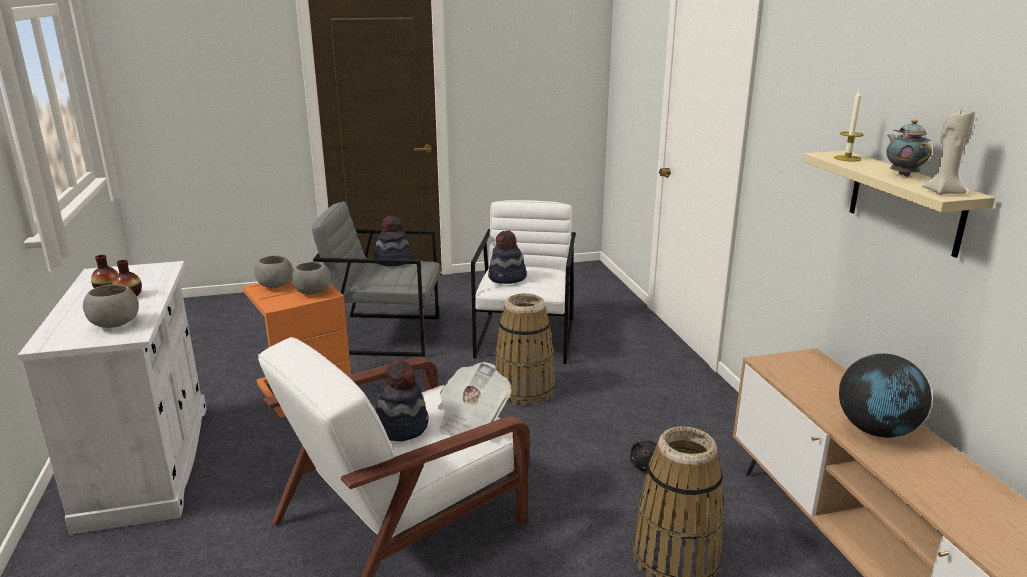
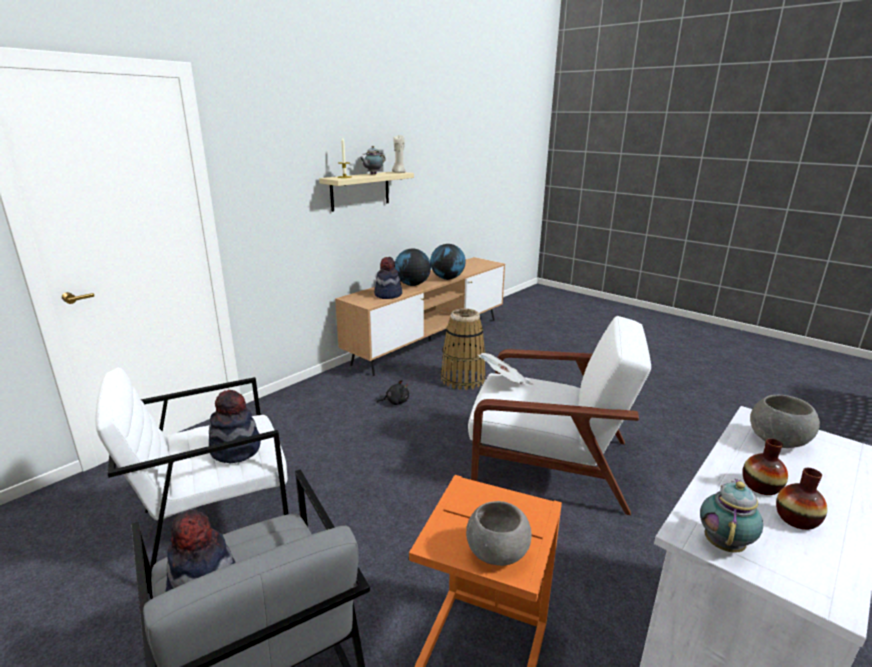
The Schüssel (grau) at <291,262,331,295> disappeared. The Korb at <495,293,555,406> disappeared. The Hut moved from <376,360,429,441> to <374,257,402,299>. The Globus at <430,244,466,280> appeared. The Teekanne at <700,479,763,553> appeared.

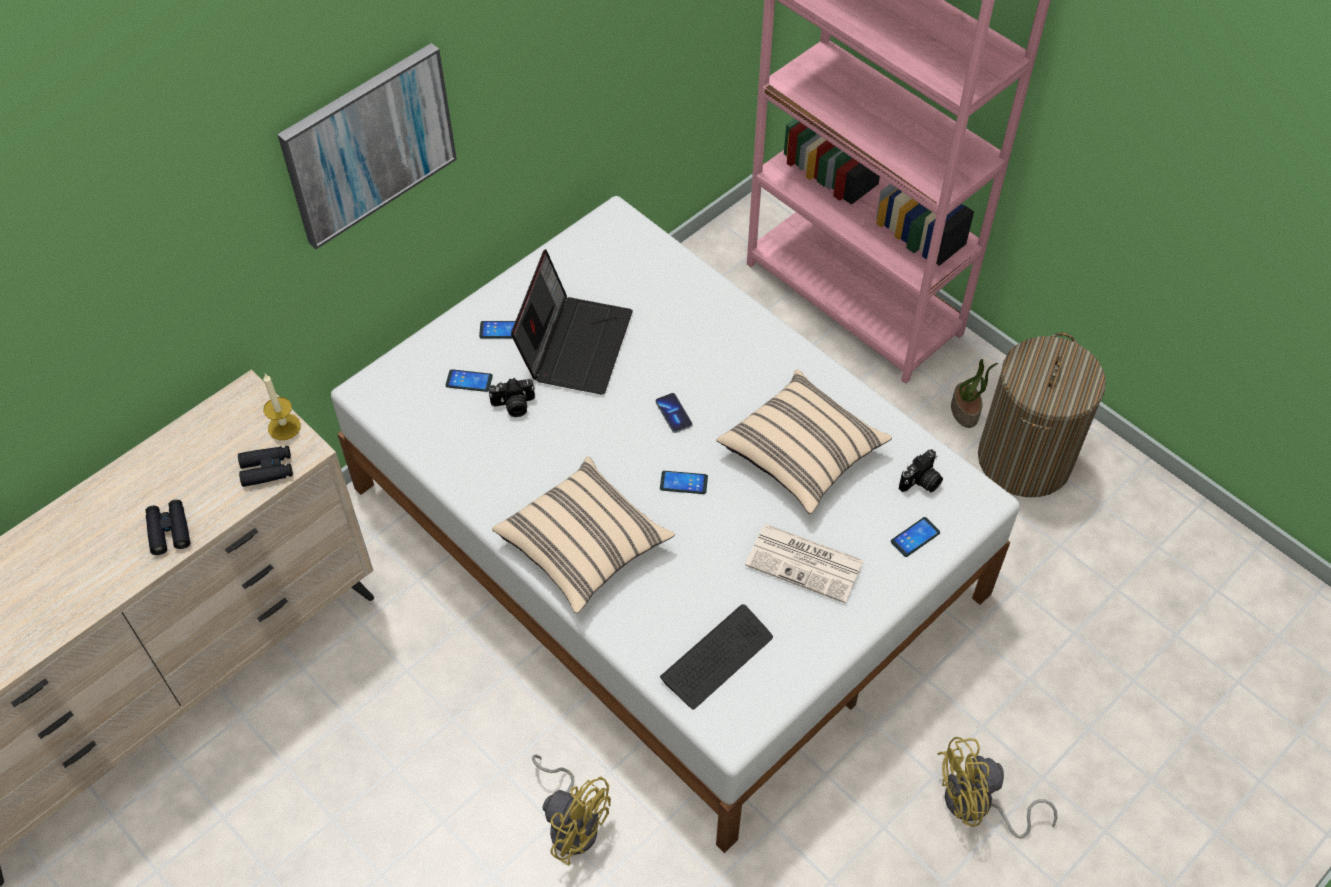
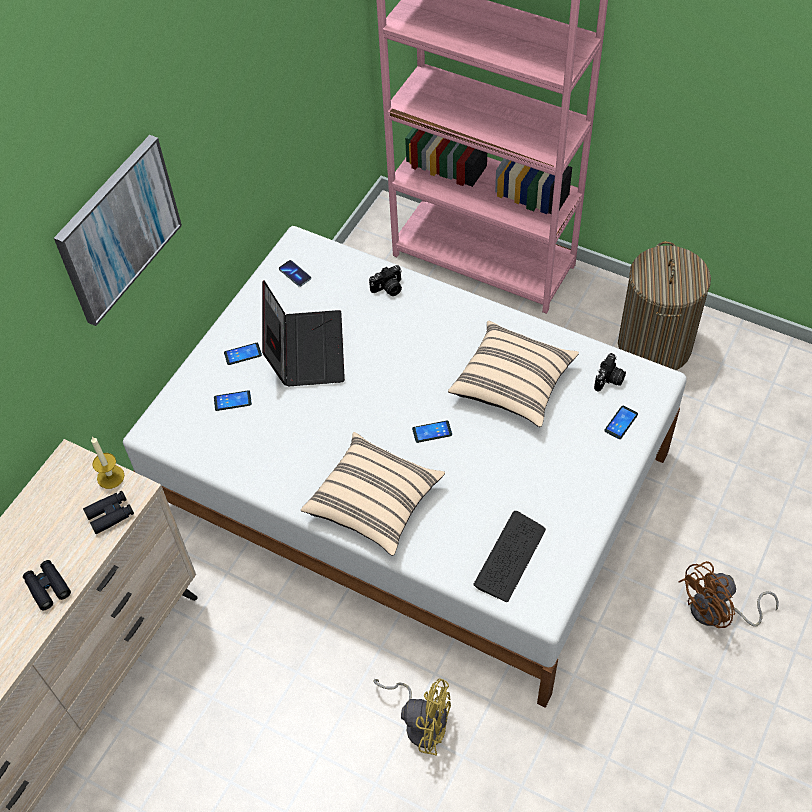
The Topfpflanze at <951,359,998,428> disappeared. The Kamera moved from <489,378,535,417> to <369,265,402,296>. The Handy moved from <656,393,692,433> to <279,260,311,287>. The Zeitung at <745,524,864,603> disappeared. The Ventilator (gelb) at <937,737,1058,839> became the Ventilator (braun) at <679,561,779,628>.

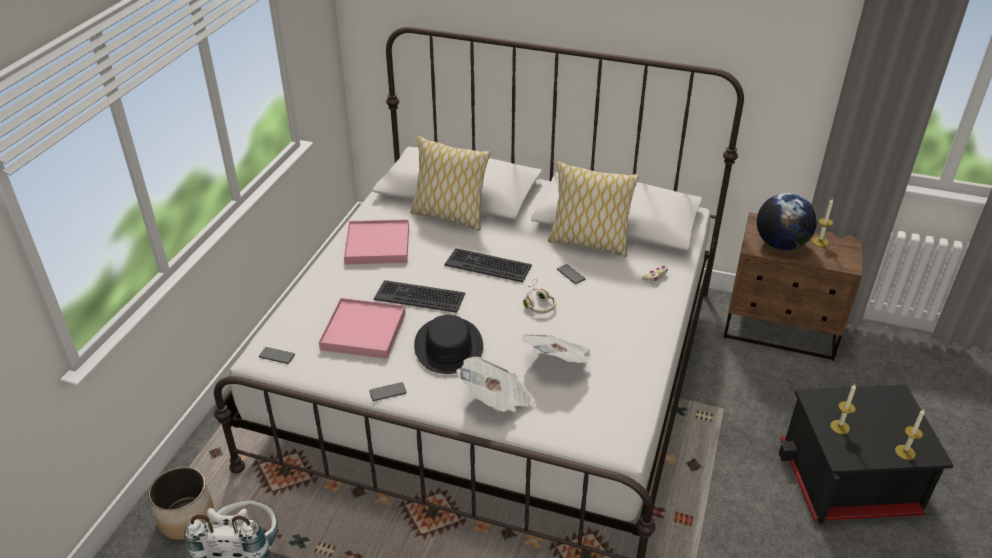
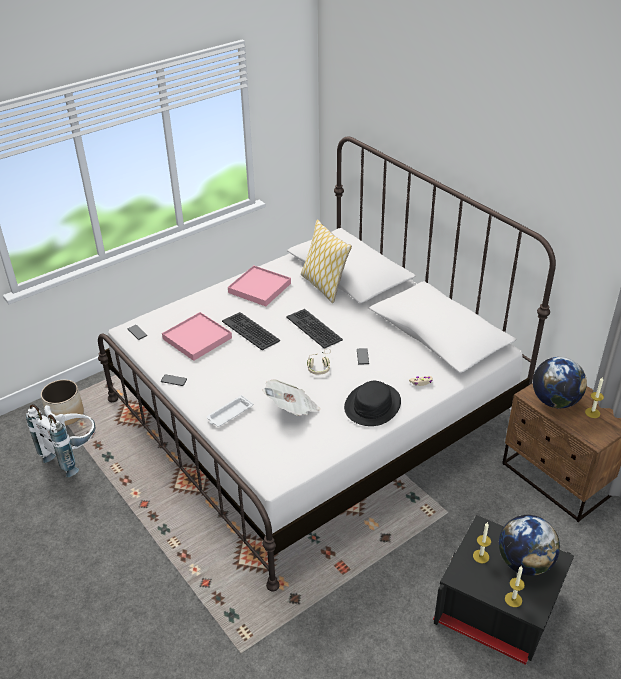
The Kissen at <548,162,639,257> disappeared. The Hut (schwarz) moved from <414,315,483,374> to <344,381,401,426>. The Zeitung at <456,357,535,412> was replaced by the Tablett (weiß) at <207,395,253,427>. The Globus at <499,515,560,576> appeared.

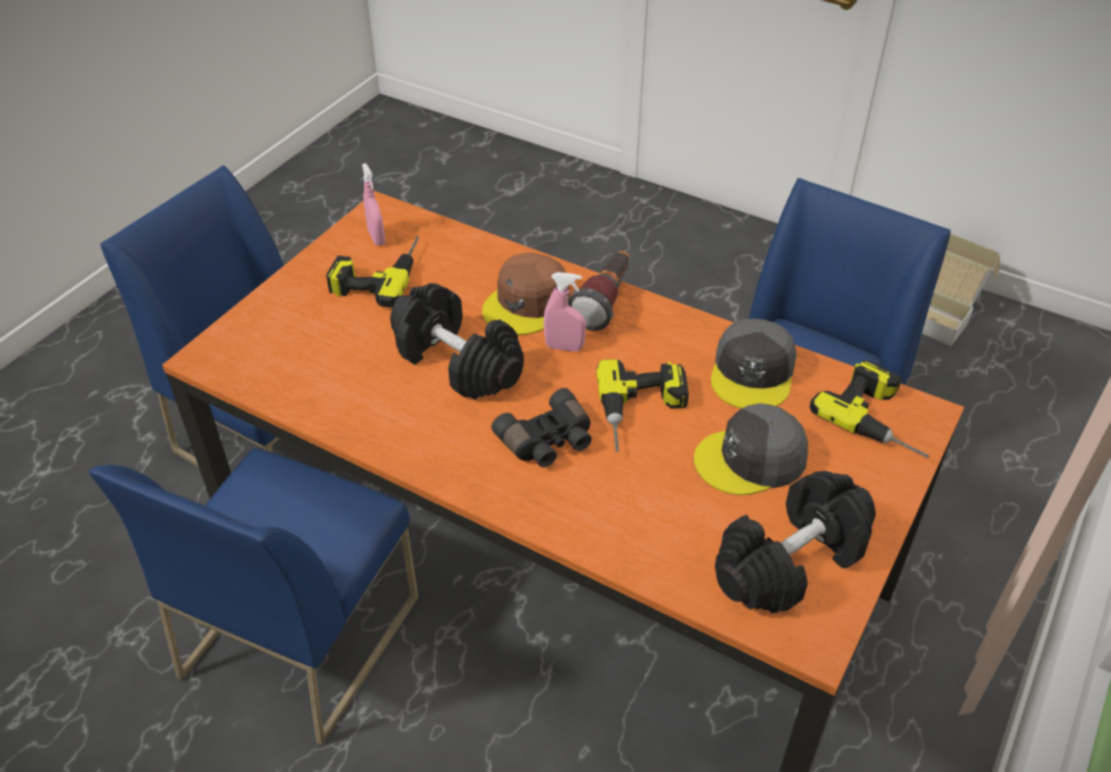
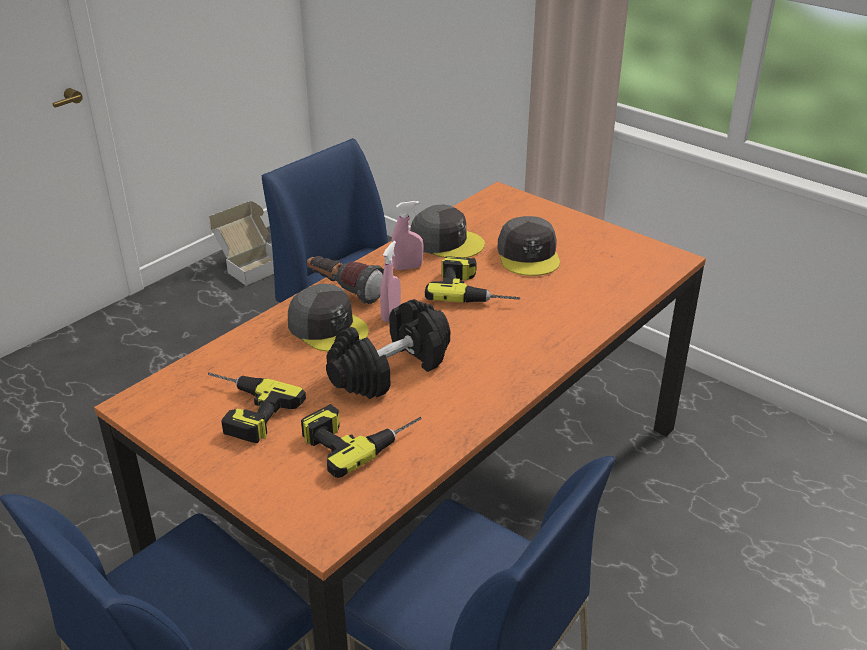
The Sprühflasche (rosa) moved from <362,163,385,246> to <391,201,424,270>. The Kappe (braun) at <482,252,570,335> became the Kappe (grau) at <288,284,369,352>. The Bohrmaschine moved from <810,360,929,458> to <301,404,422,478>. The Fernglas (schwarz) at <491,388,592,467> disappeared. The Hantel (schwarz) at <715,471,876,613> disappeared.

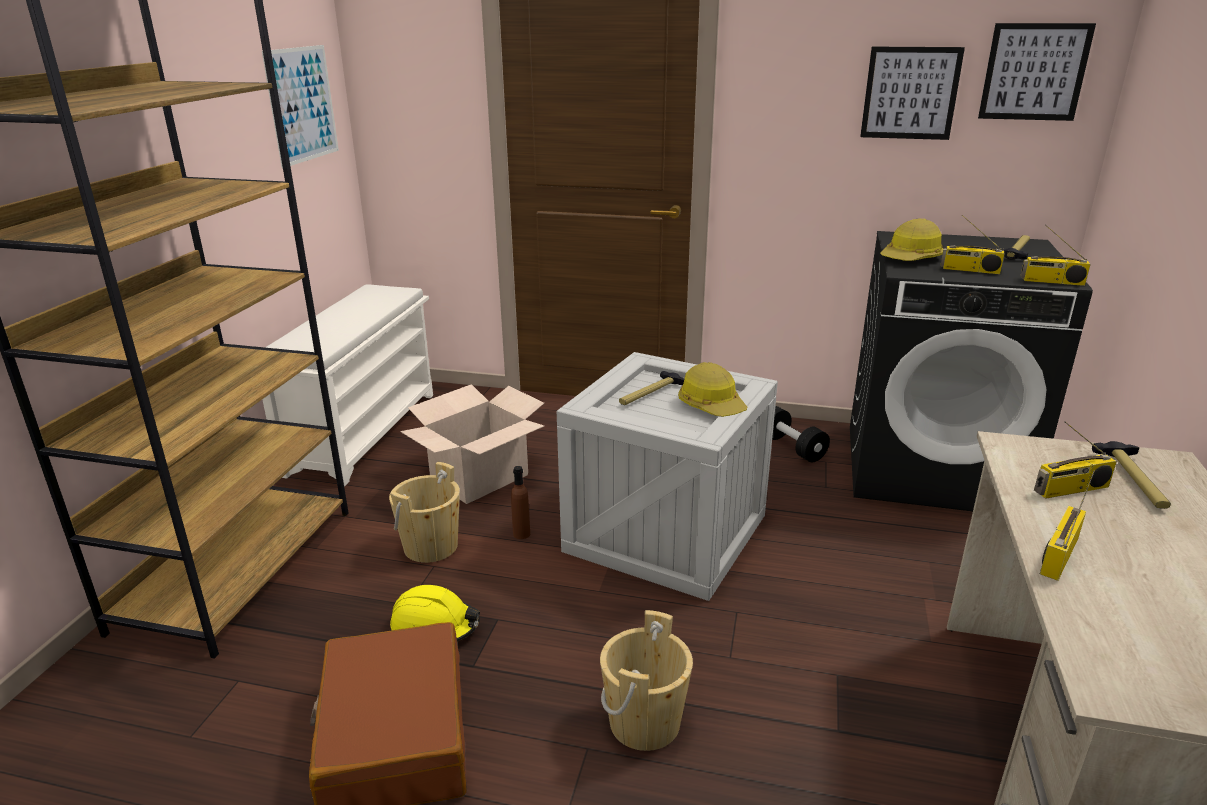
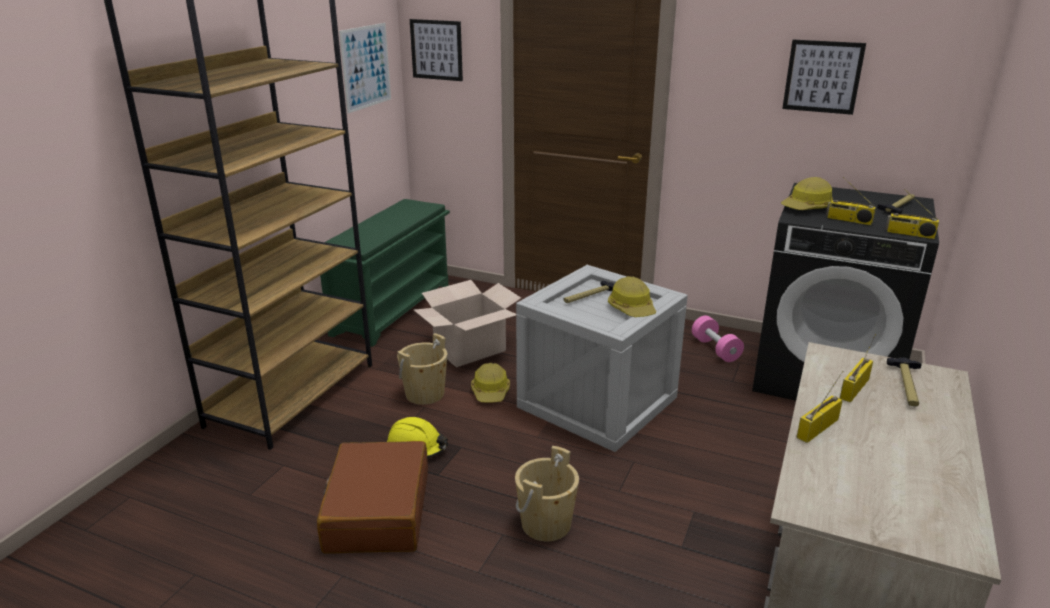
The Bild moved from <978,23,1096,121> to <410,19,463,81>. The Schuhregal (weiß) at <262,285,433,487> became the Schuhregal (grün) at <320,199,450,347>. The Hantel (schwarz) at <772,406,830,462> became the Hantel (rosa) at <692,316,744,362>. The Radio at <1034,421,1117,499> turned 135 degrees clockwise. The Flasche (braun) at <511,466,530,539> was replaced by the Schutzhelm at <471,363,510,403>.

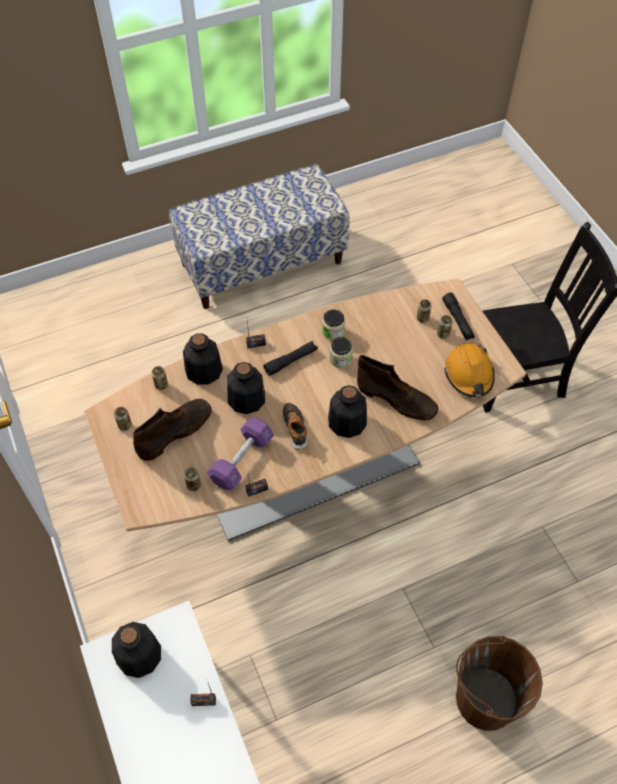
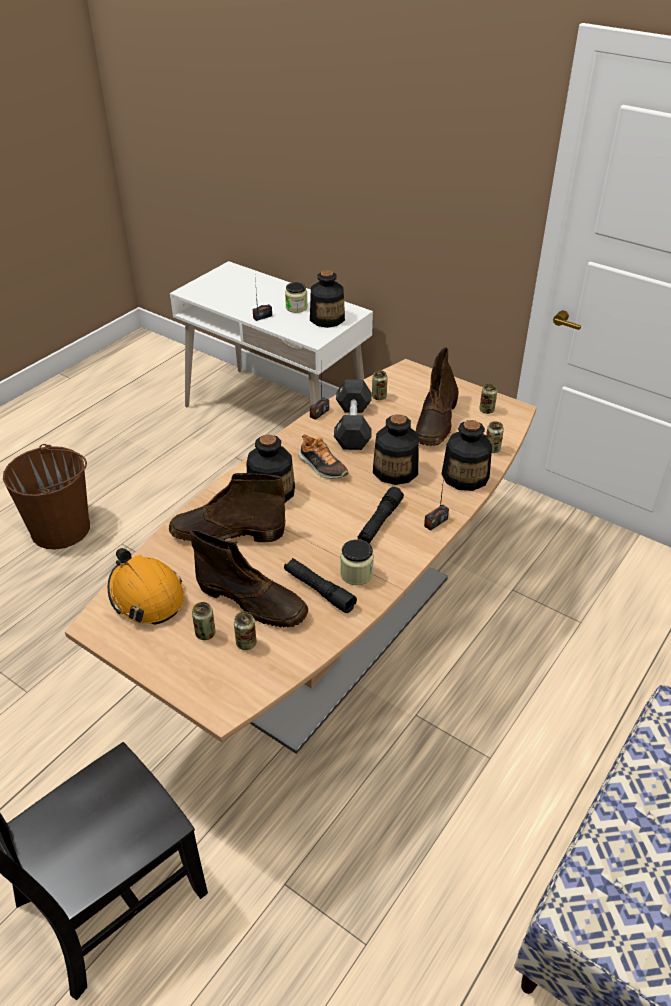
The Taschenlampe (schwarz) moved from <442,293,475,341> to <284,558,357,613>. The Vorratsglas moved from <329,337,353,368> to <285,282,308,313>. The Hantel (lila) at <207,417,274,490> became the Hantel (schwarz) at <334,379,372,450>. The Stiefel (braun) at <190,530,308,628> appeared.

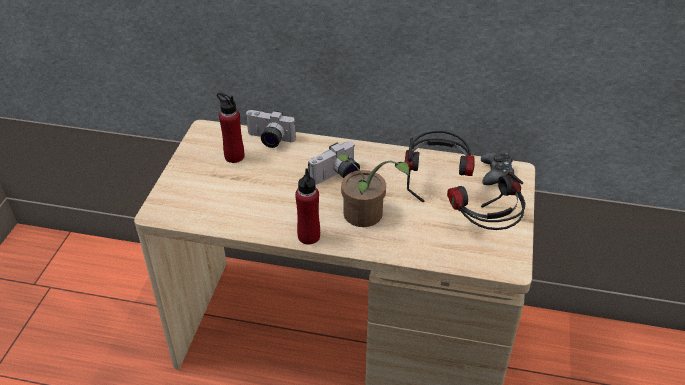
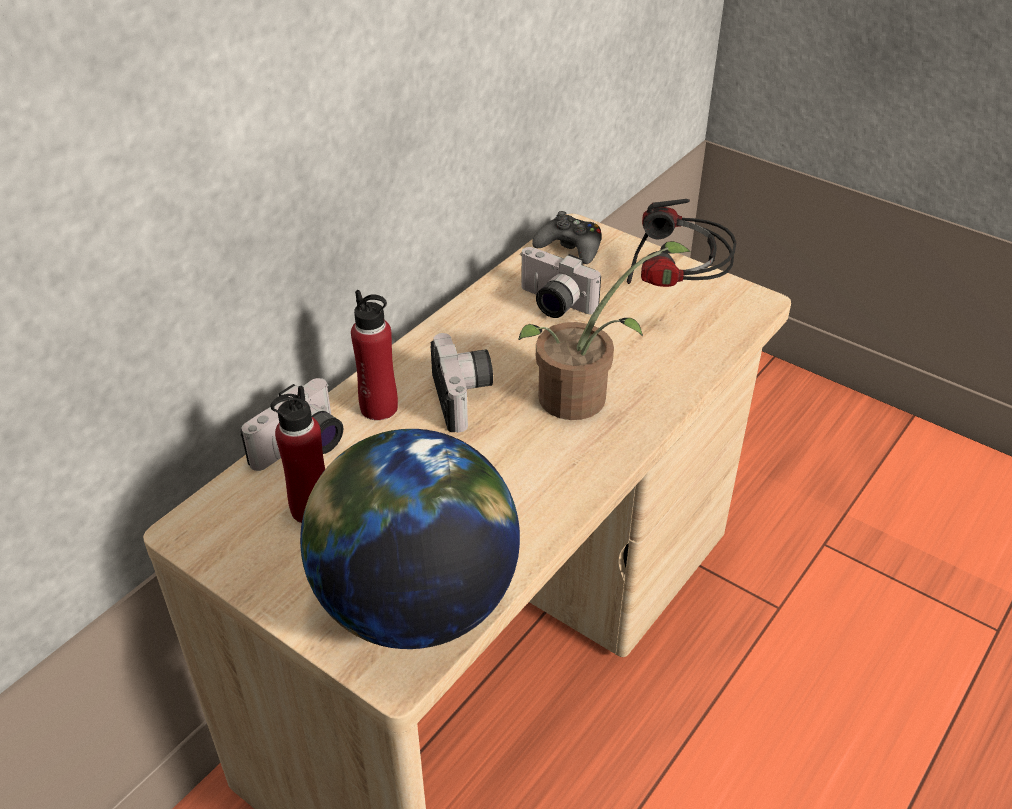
The Kopfhörer at <405,131,475,202> was replaced by the Kamera at <520,247,601,318>. The Flasche (rot) moved from <295,168,320,245> to <351,290,398,420>. The Globus at <300,429,520,649> appeared.

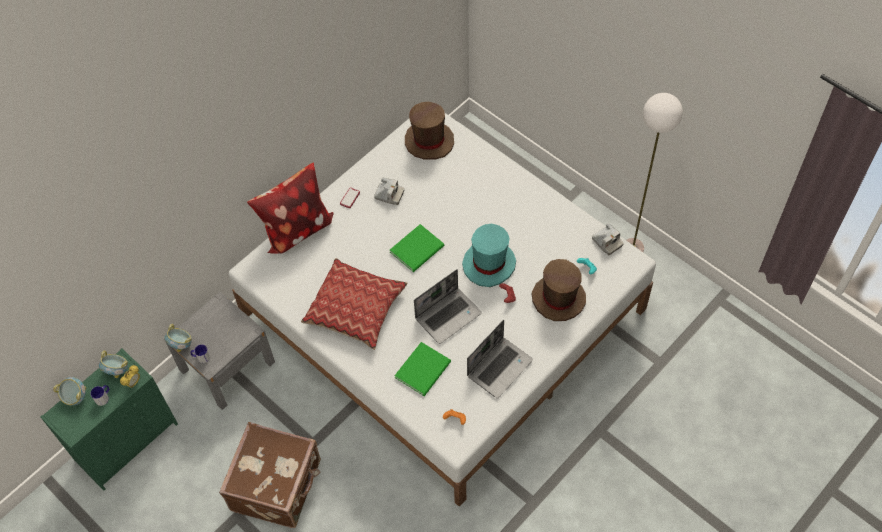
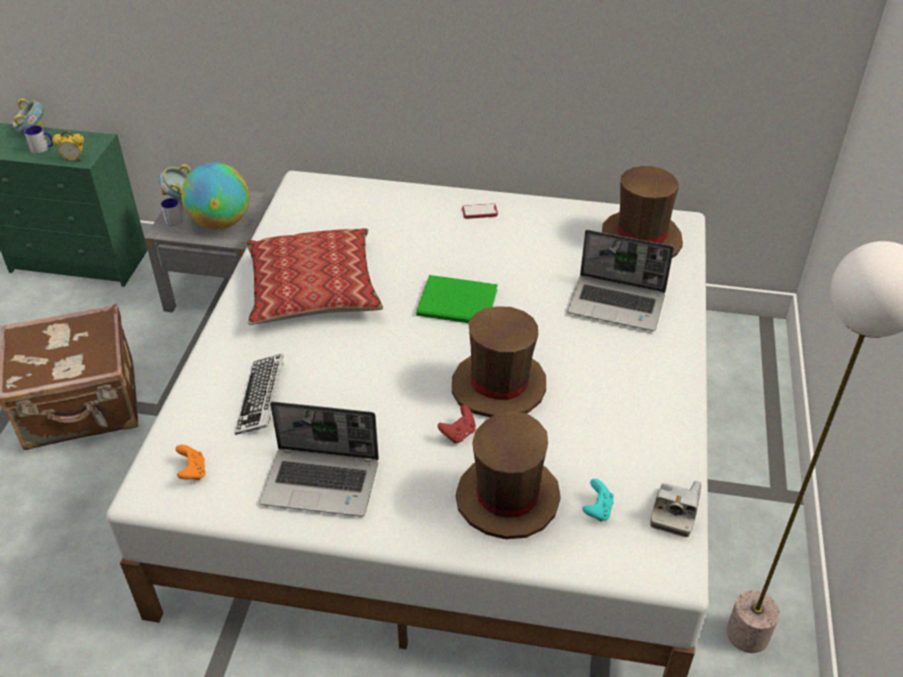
The Kissen at <247,163,334,254> disappeared. The Kamera at <374,177,404,205> disappeared. The Hut (türkis) at <462,224,516,287> became the Hut (braun) at <452,306,546,418>. The Laptop moved from <414,269,482,344> to <567,230,674,331>. The Buch (grün) at <395,342,451,396> was replaced by the Tastatur at <235,354,284,435>. The Schüssel at <98,350,128,378> disappeared. The Globus at <181,162,249,229> appeared.

